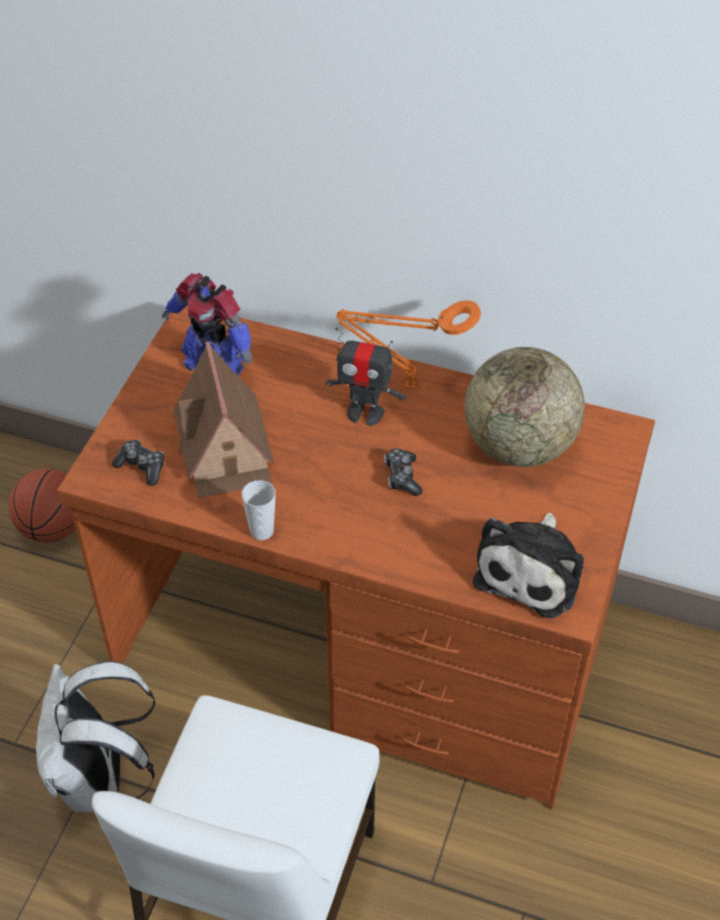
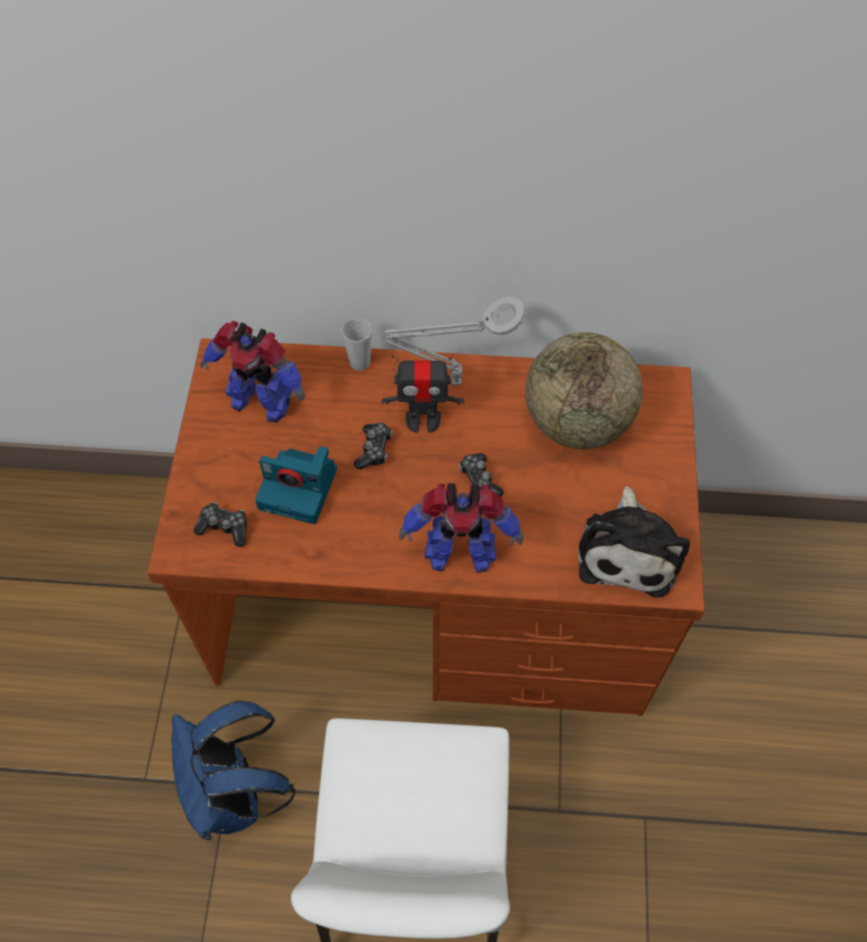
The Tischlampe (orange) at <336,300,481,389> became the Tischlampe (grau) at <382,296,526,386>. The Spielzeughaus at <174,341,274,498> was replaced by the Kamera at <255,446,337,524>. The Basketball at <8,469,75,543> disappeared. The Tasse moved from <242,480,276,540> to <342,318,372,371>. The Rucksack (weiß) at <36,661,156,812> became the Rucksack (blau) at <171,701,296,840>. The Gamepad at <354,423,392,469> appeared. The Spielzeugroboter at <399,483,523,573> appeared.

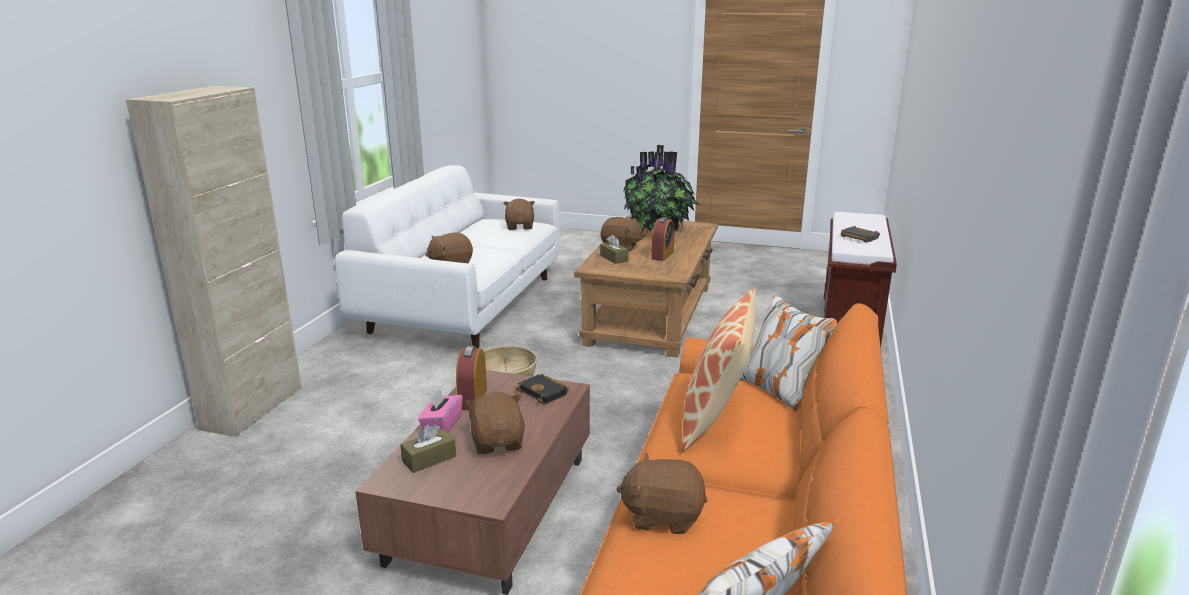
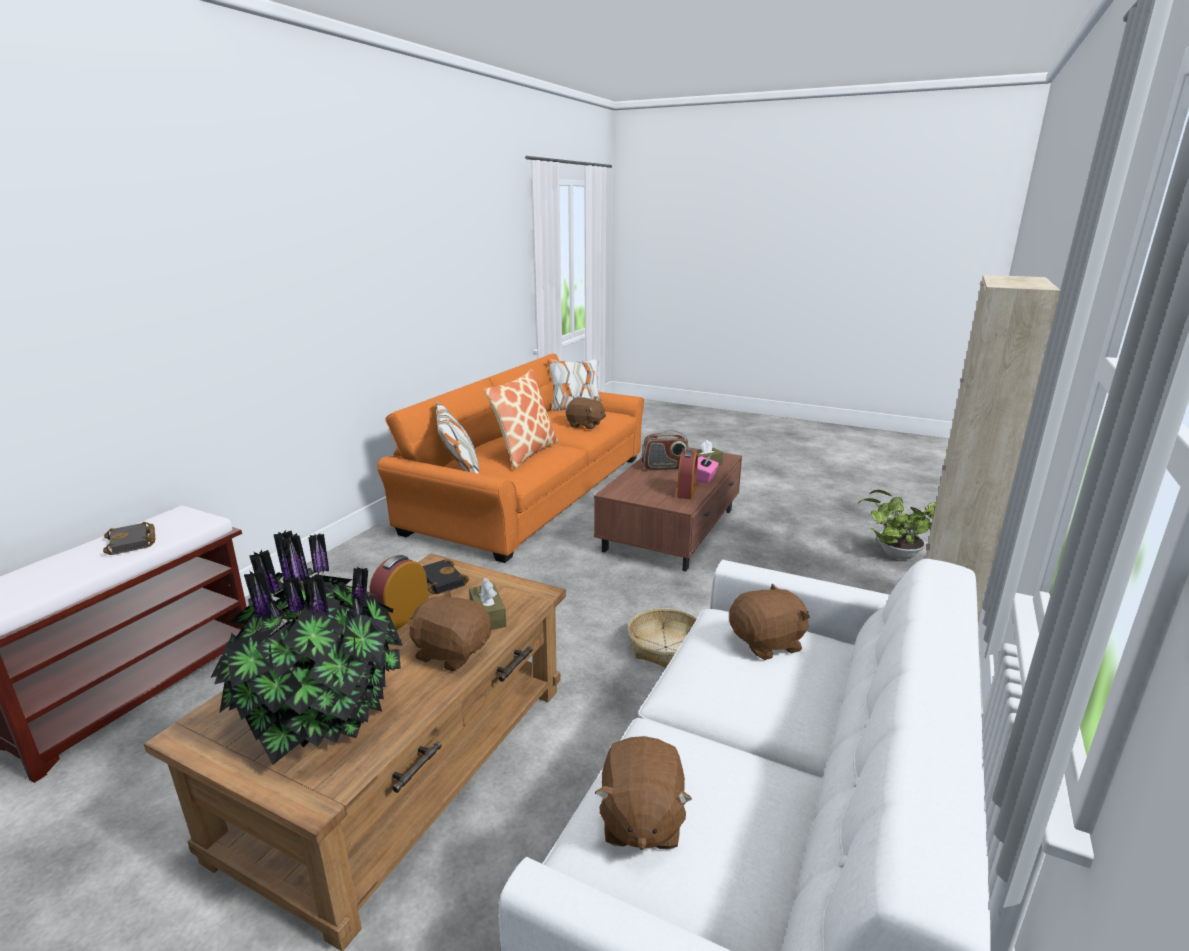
The Buch (schwarz) moved from <516,374,569,404> to <423,559,469,595>. The Plüschtier (braun) at <465,392,525,454> was replaced by the Radio at <642,430,689,471>. The Topfpflanze at <858,490,936,560> appeared.

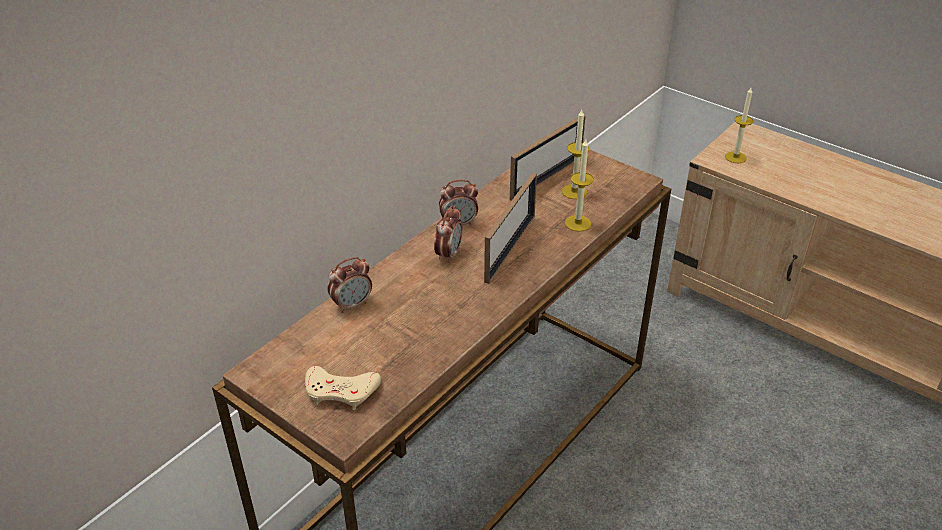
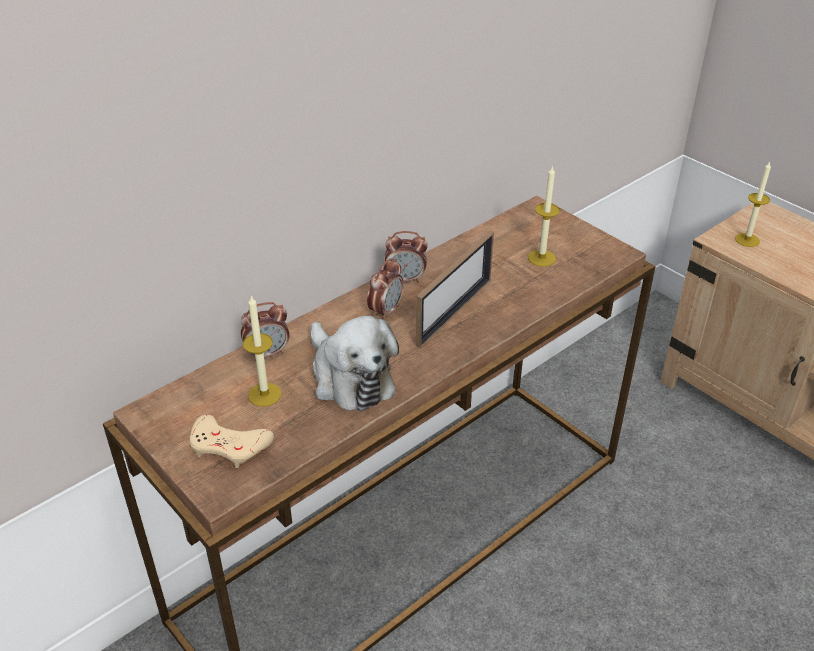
The Bilderrahmen at <510,116,585,201> disappeared. The Kerze moved from <565,139,594,232> to <243,295,282,407>. The Plüschtier at <310,316,399,411> appeared.

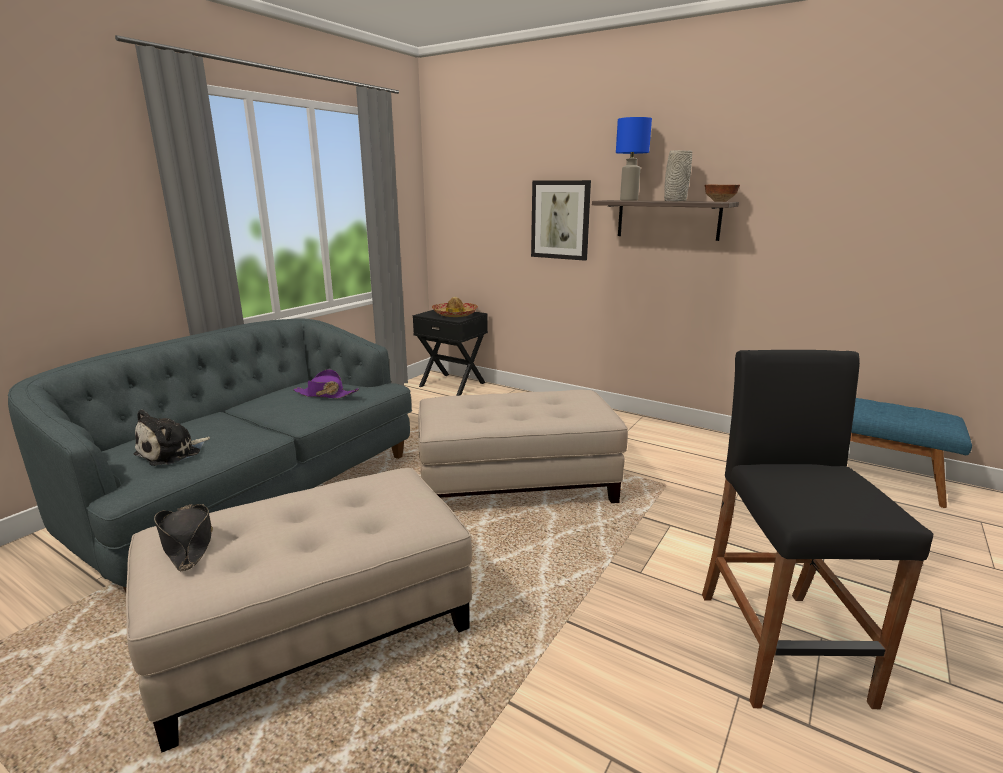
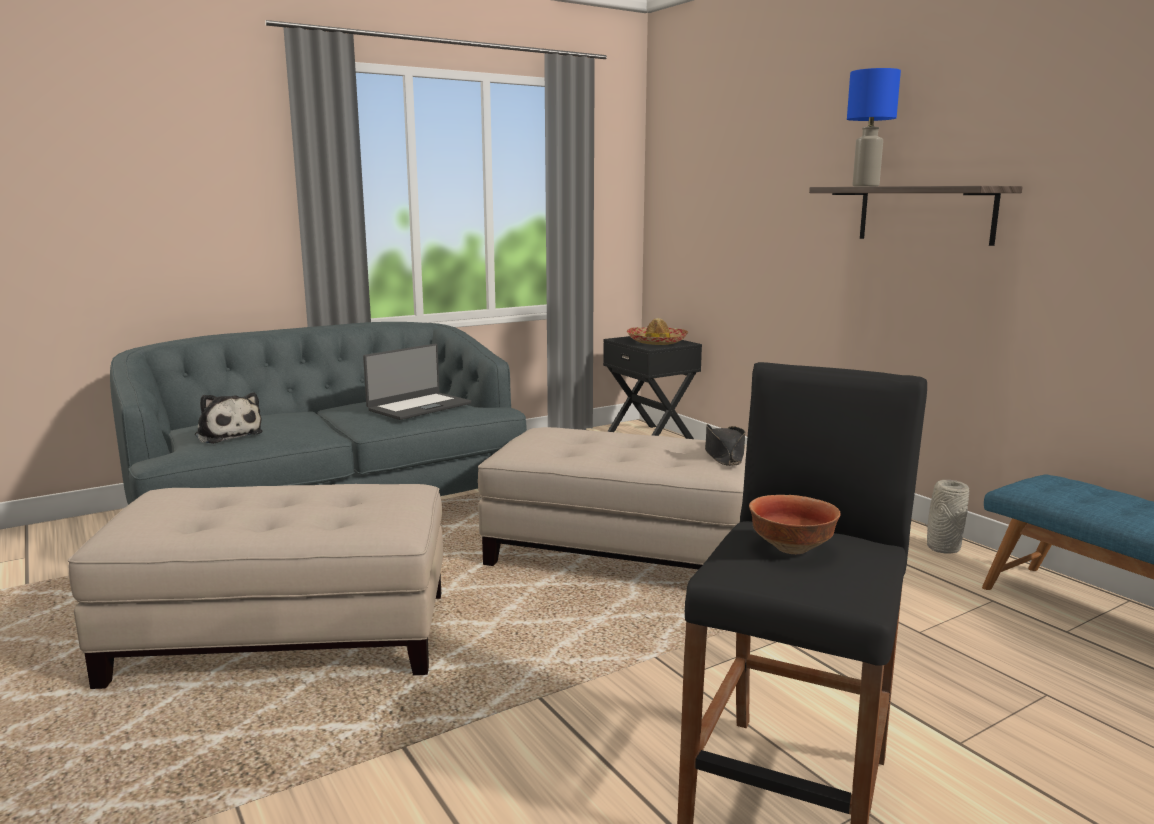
The Vase (grau) moved from <664,150,692,201> to <927,480,969,554>. The Bild at <531,180,591,261> disappeared. The Schüssel moved from <704,184,740,202> to <749,495,840,554>. The Hut (lila) at <293,369,359,398> was replaced by the Laptop at <363,344,471,420>. The Plüschtier at <134,409,210,466> turned 105 degrees counterclockwise. The Hut (schwarz) moved from <154,504,213,571> to <705,424,745,466>.

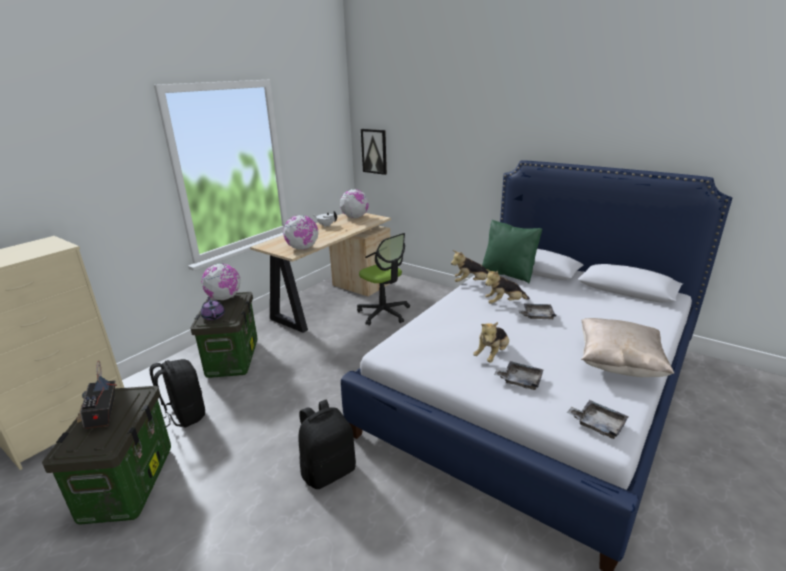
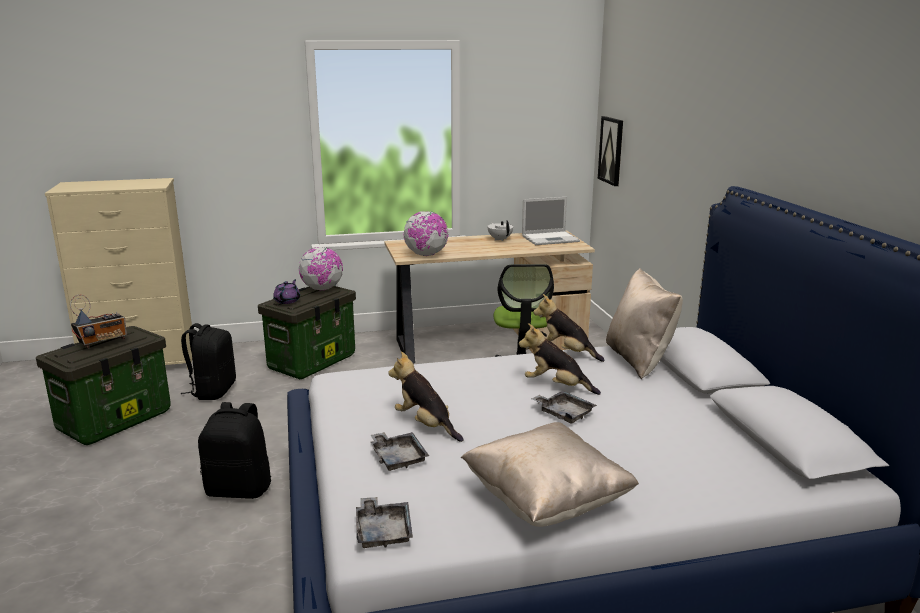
The Globus at <340,189,369,218> was replaced by the Laptop at <522,197,580,245>. The Kissen (grün) at <482,220,542,283> became the Kissen (beige) at <606,268,683,379>. The Plüschtier at <473,322,509,363> turned 60 degrees clockwise. The Radio at <77,361,117,429> turned 150 degrees counterclockwise.

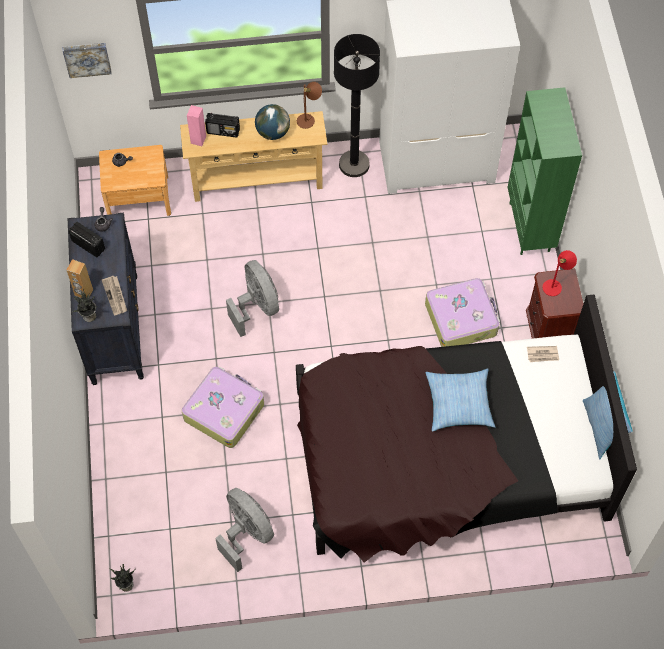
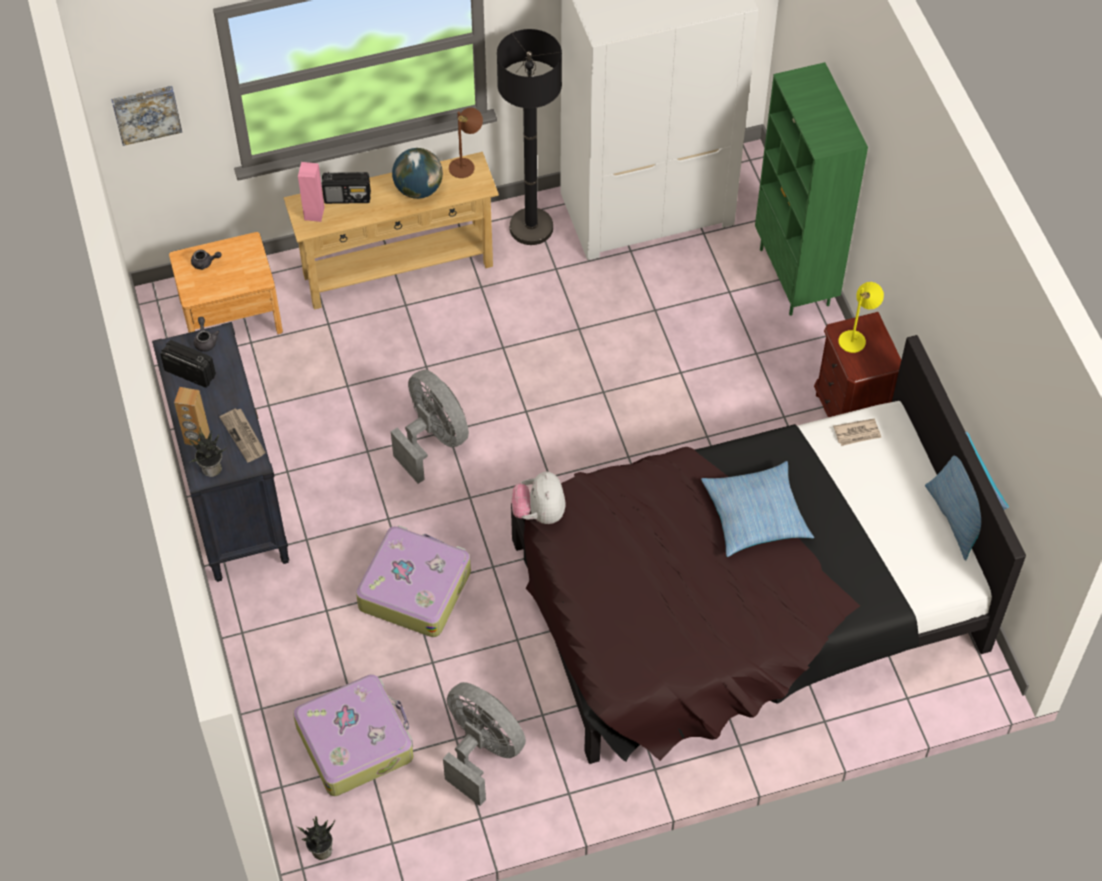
The Tischlampe (rot) at <542,250,577,296> became the Tischlampe (gelb) at <839,282,884,353>. The Koffer moved from <425,278,500,347> to <293,674,414,796>. The Plüschtier at <511,471,565,524> appeared.

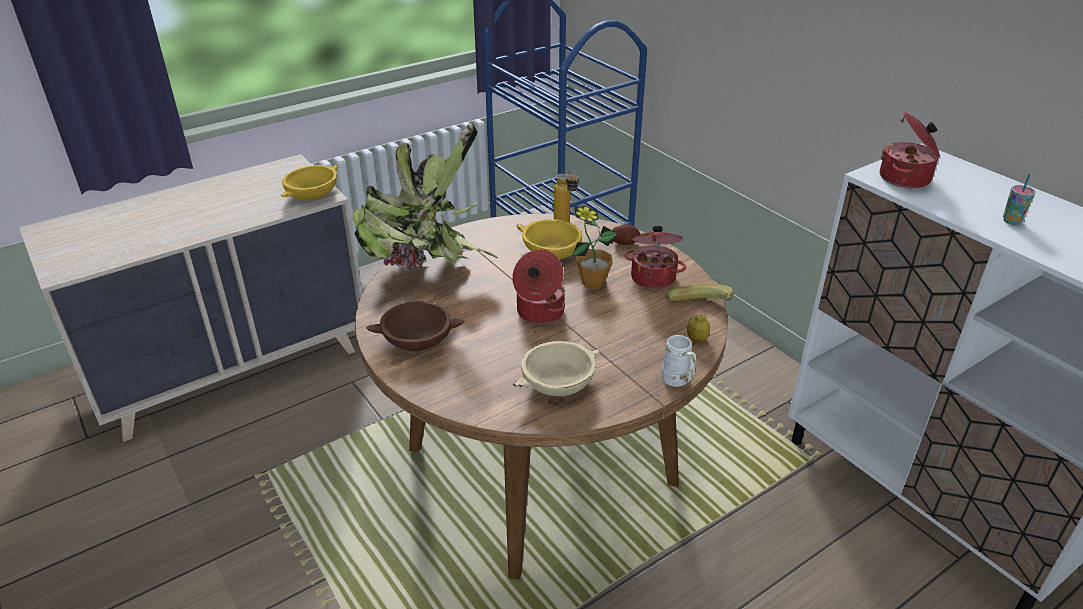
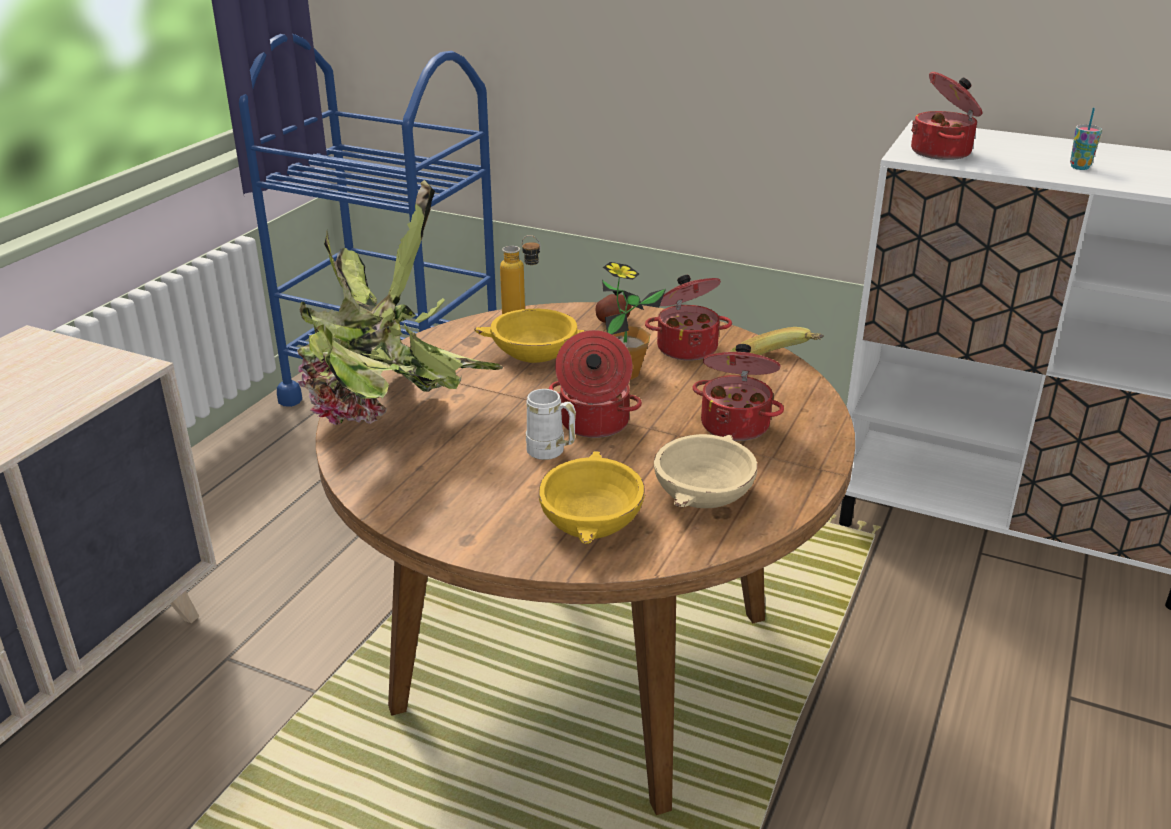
The Schüssel (gelb) moved from <281,165,338,201> to <539,451,645,544>. The Schüssel (braun) at <366,301,465,351> disappeared. The Zitrone at <687,314,710,342> disappeared. The Henkelbecher (weiß) moved from <661,335,697,387> to <526,389,576,460>. The Kochtopf at <693,344,784,441> appeared.

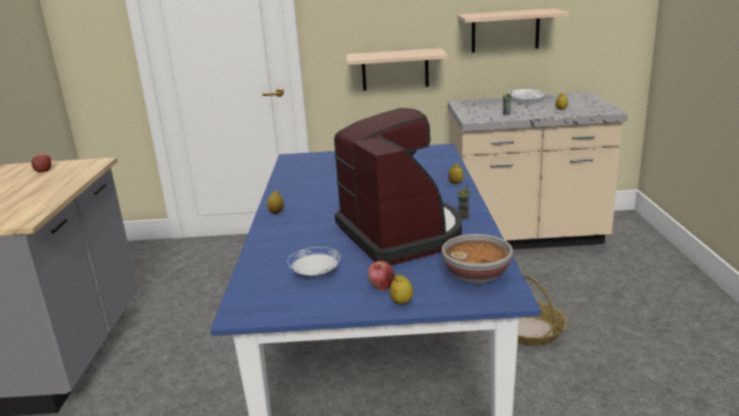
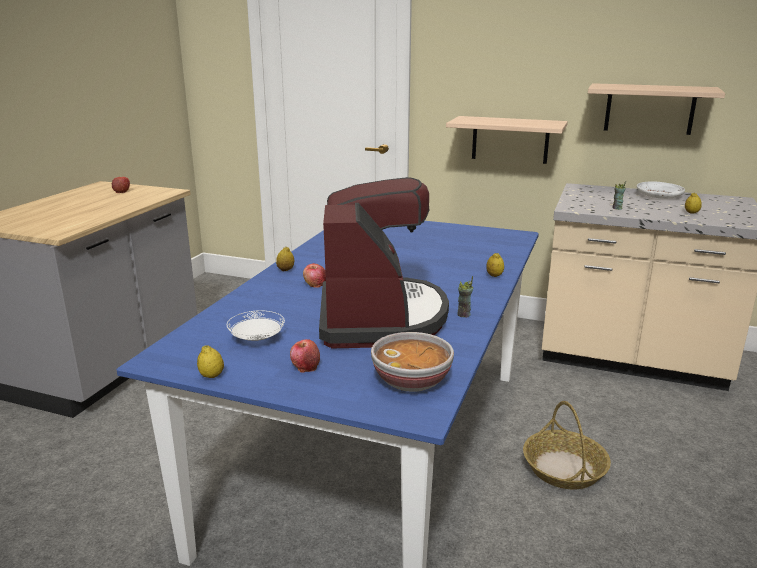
The Zitrone moved from <390,274,413,304> to <197,345,224,378>. The Apfel at <303,263,326,288> appeared.

